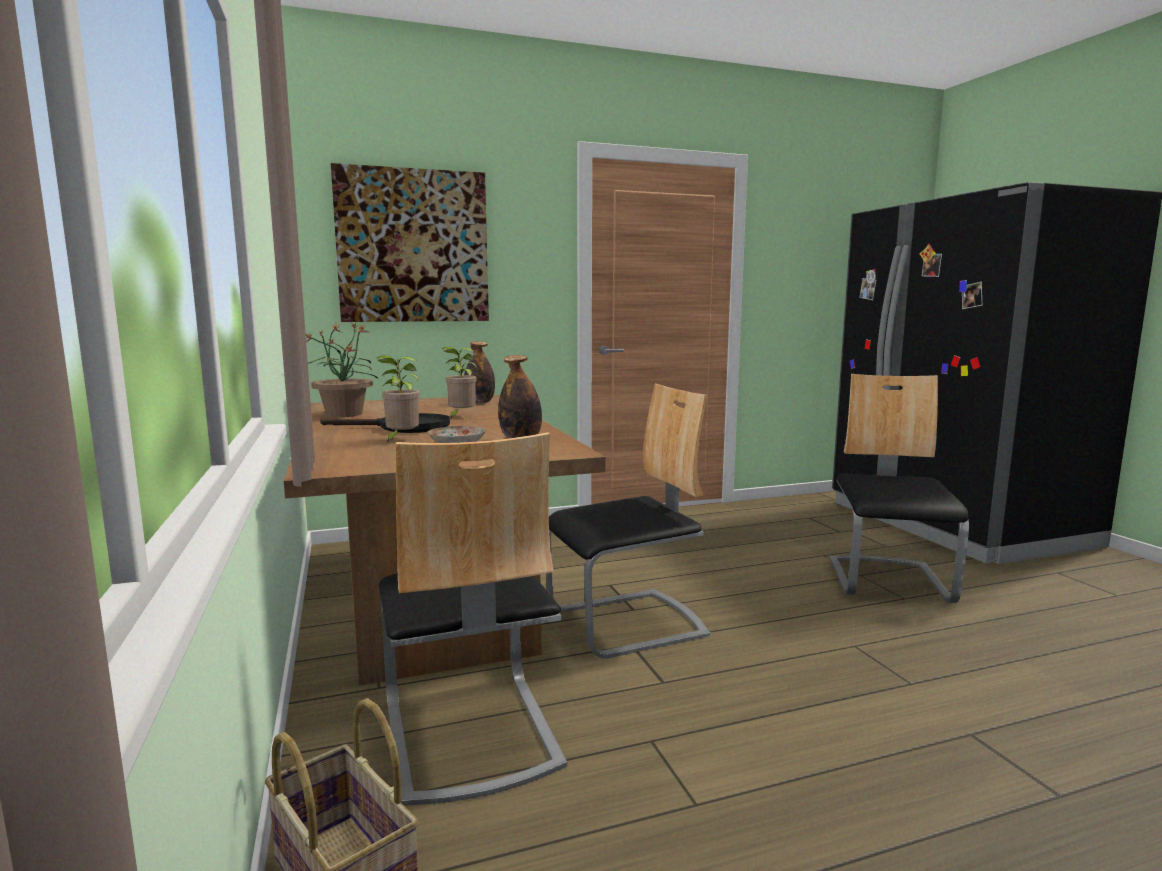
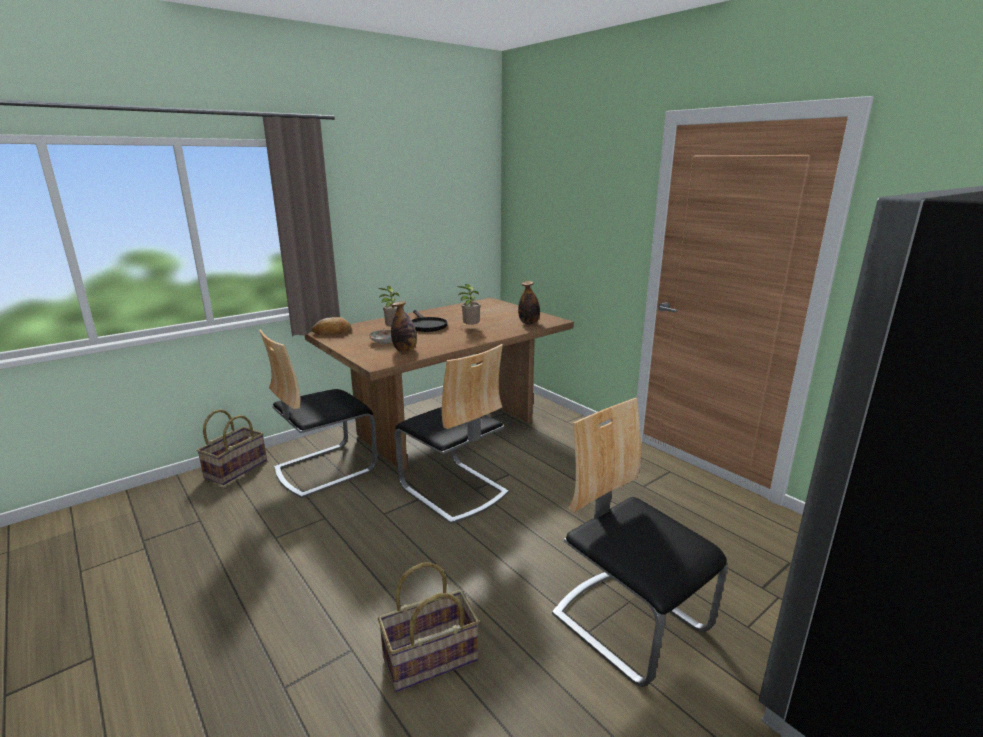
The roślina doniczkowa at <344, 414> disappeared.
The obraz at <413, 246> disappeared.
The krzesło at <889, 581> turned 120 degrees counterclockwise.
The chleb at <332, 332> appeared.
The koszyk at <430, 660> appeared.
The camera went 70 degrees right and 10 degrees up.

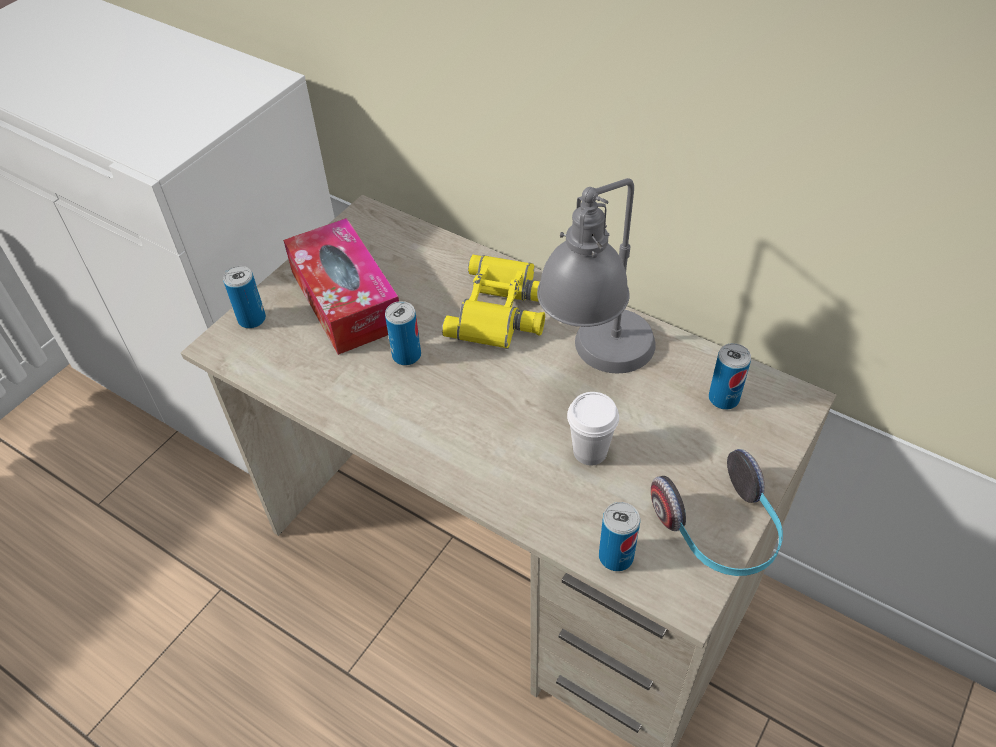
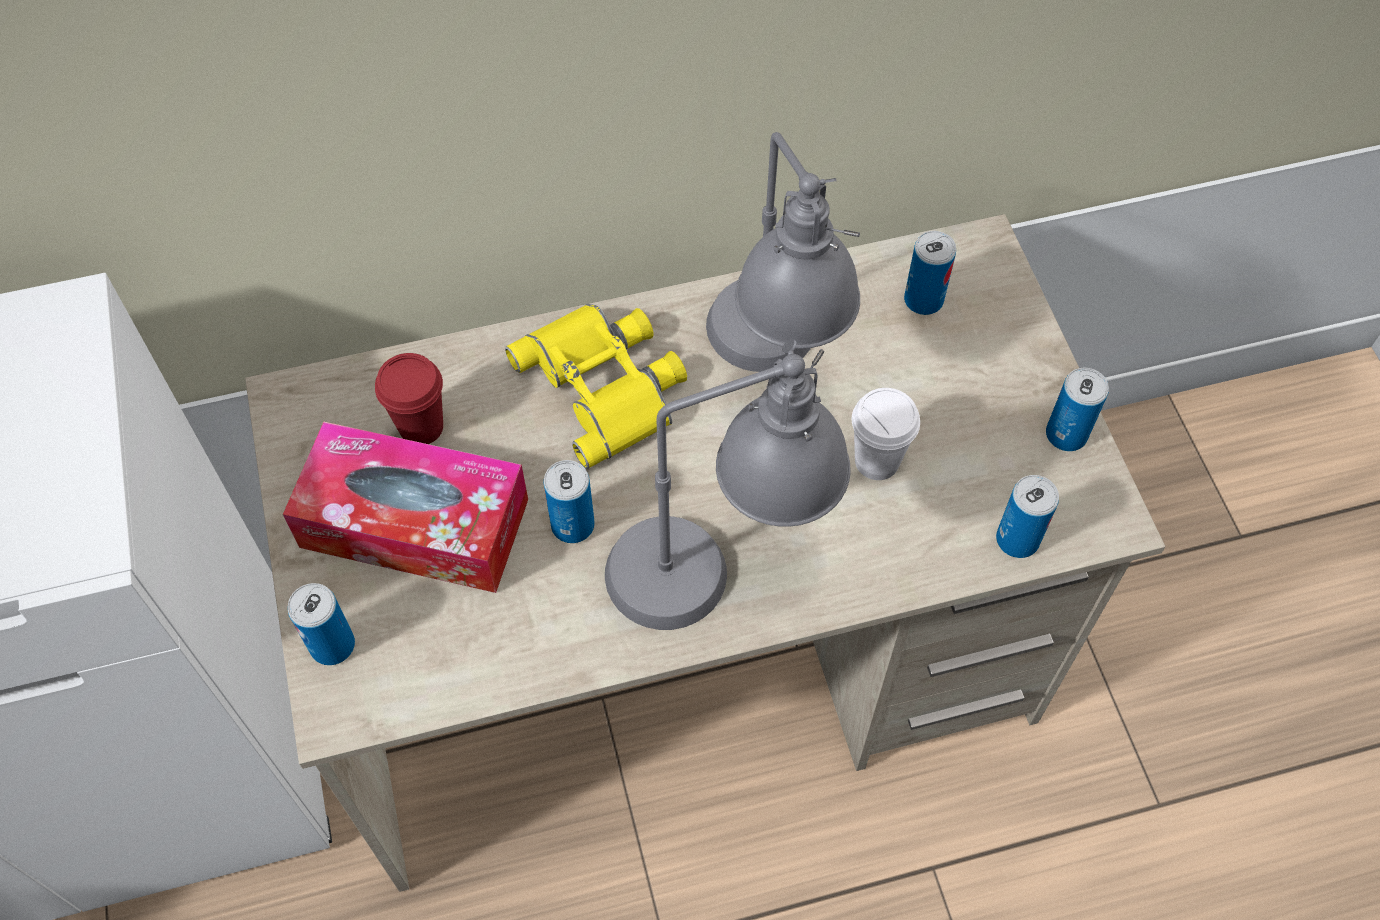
The słuchawki at <719, 531> was replaced by the puszka at <1066, 434>.
The filiżanka (czerwony) at <421, 427> appeared.
The lampa stołowa (szary) at <720, 566> appeared.
The camera went 50 degrees left and 10 degrees up.

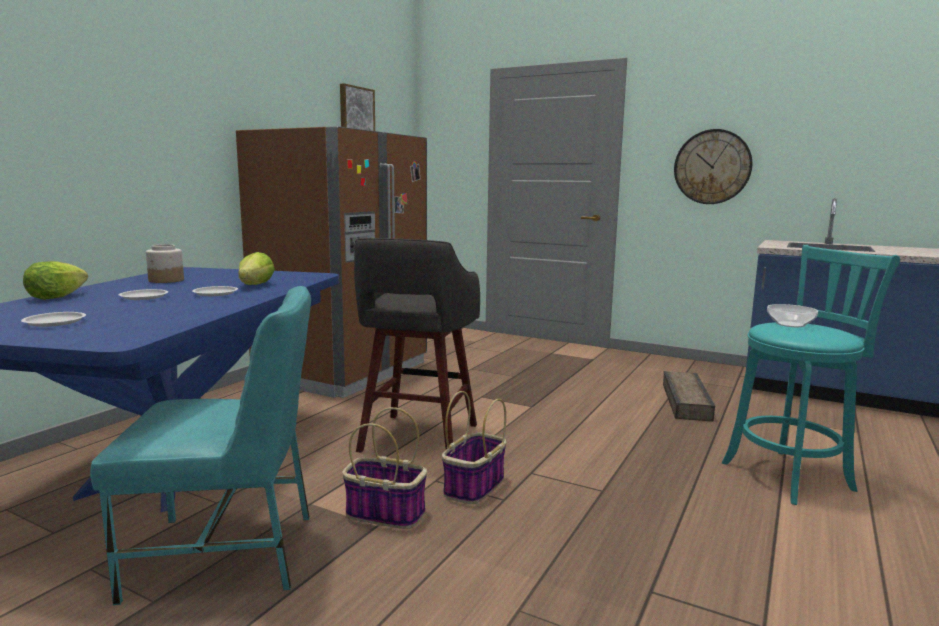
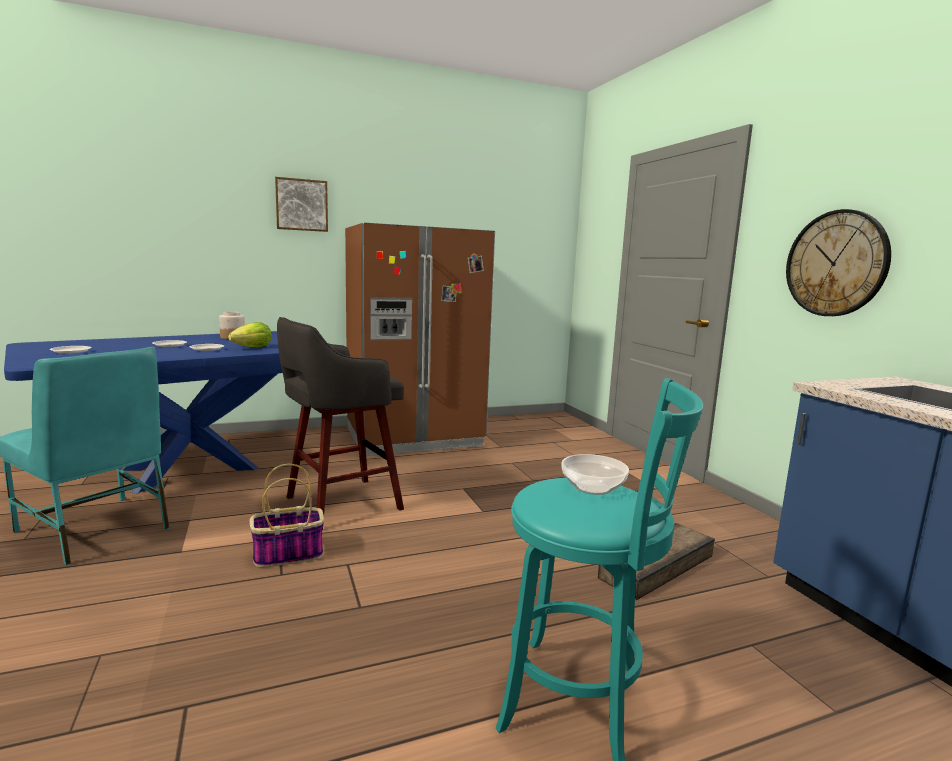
The sałata at <56, 297> disappeared.
The obraz moved from <356, 112> to <301, 205>.
The koszyk at <383, 513> disappeared.
The camera went 40 degrees right and 0 degrees up.

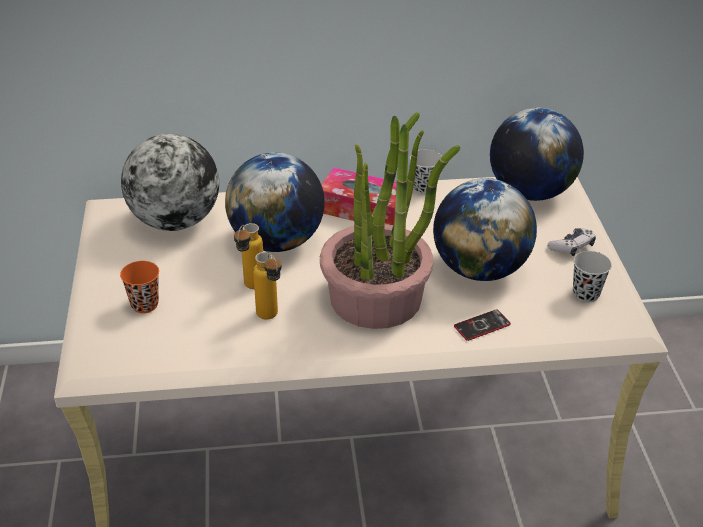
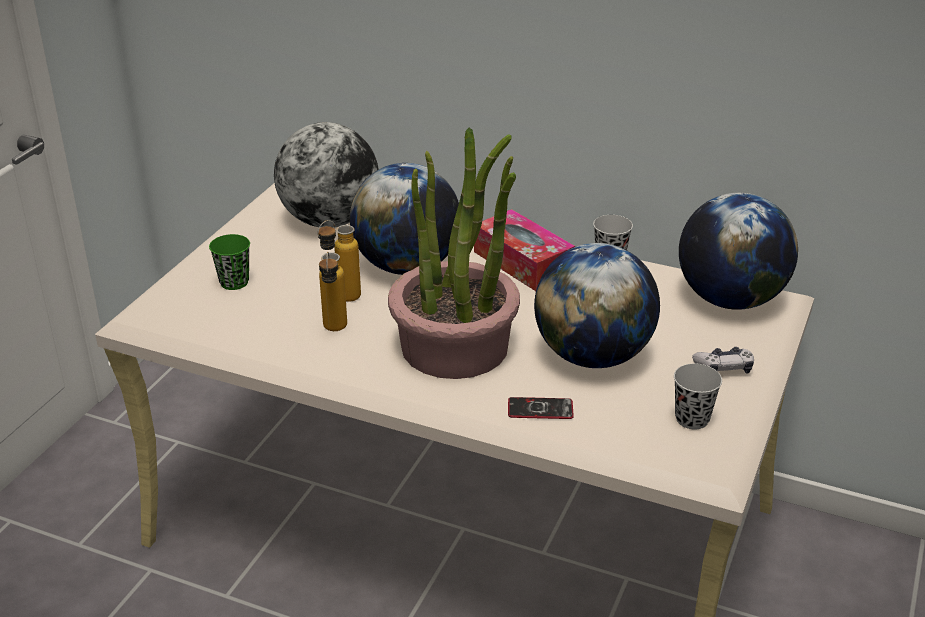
The filiżanka (pomarańczowy) at <145, 304> became the filiżanka (zielony) at <234, 282>.
The camera went 30 degrees right and 5 degrees down.

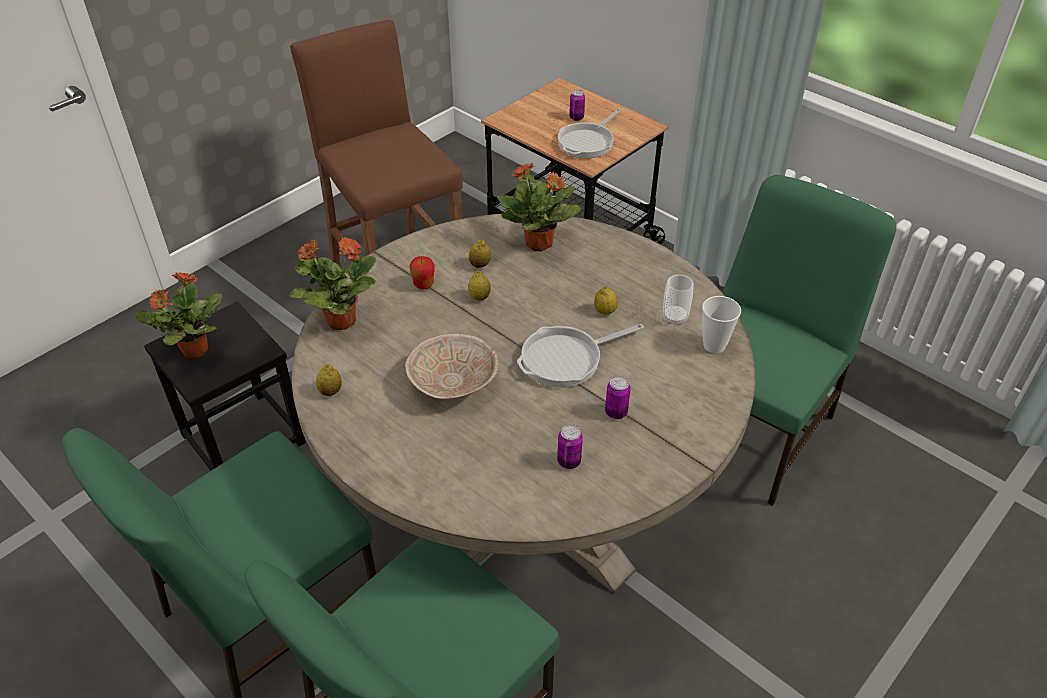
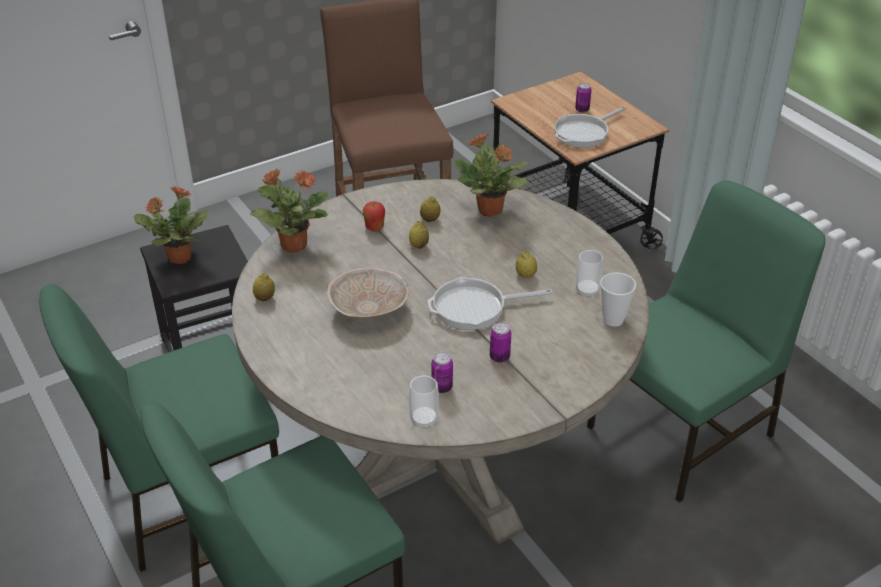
The filiżanka at <424, 420> appeared.
The camera went 15 degrees right and 5 degrees down.

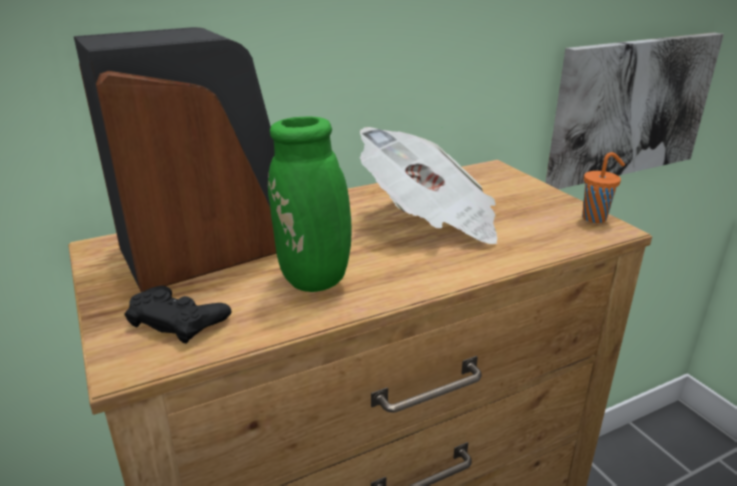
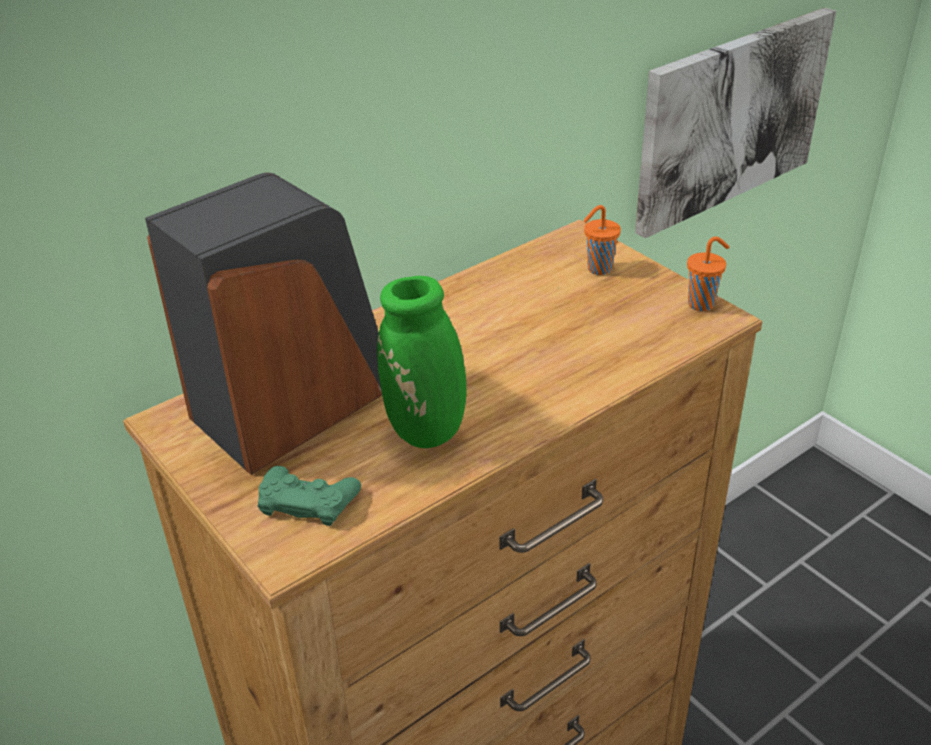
The pad do gier (czarny) at <178, 320> became the pad do gier (zielony) at <307, 501>.
The gazeta at <431, 220> disappeared.
The filiżanka (pomarańczowy) at <598, 269> appeared.
The camera went 10 degrees left and 10 degrees up.

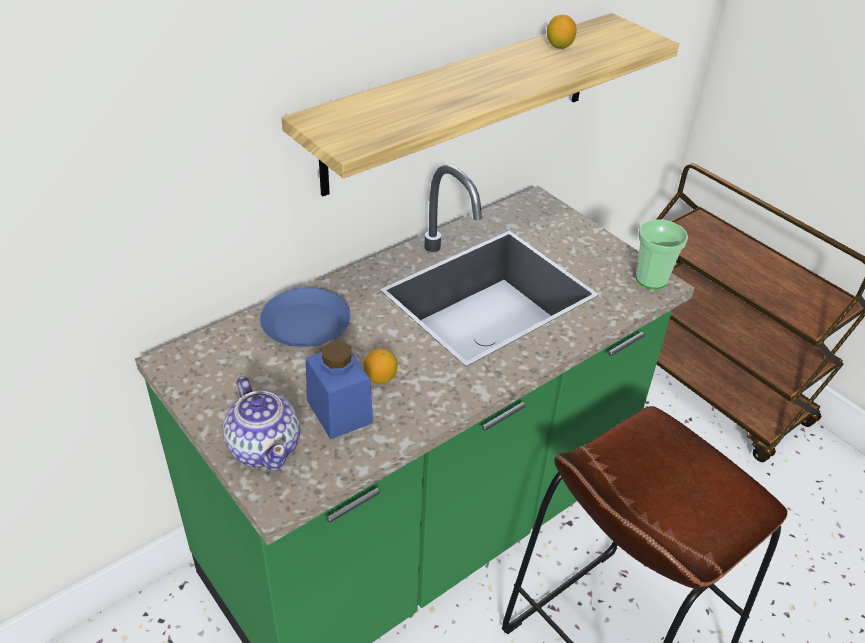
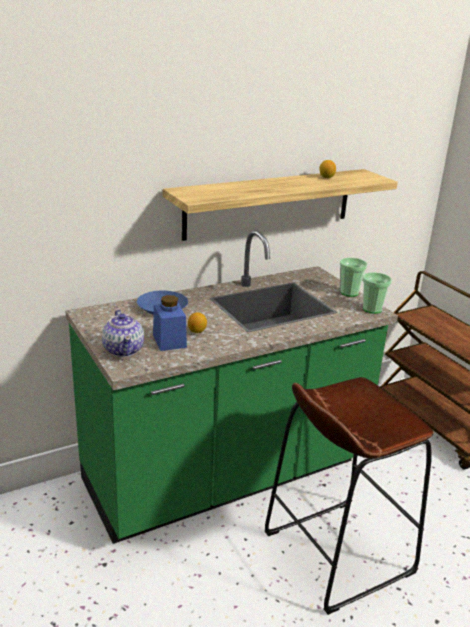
The filiżanka at <349, 292> appeared.
The camera went 10 degrees right and 15 degrees down.

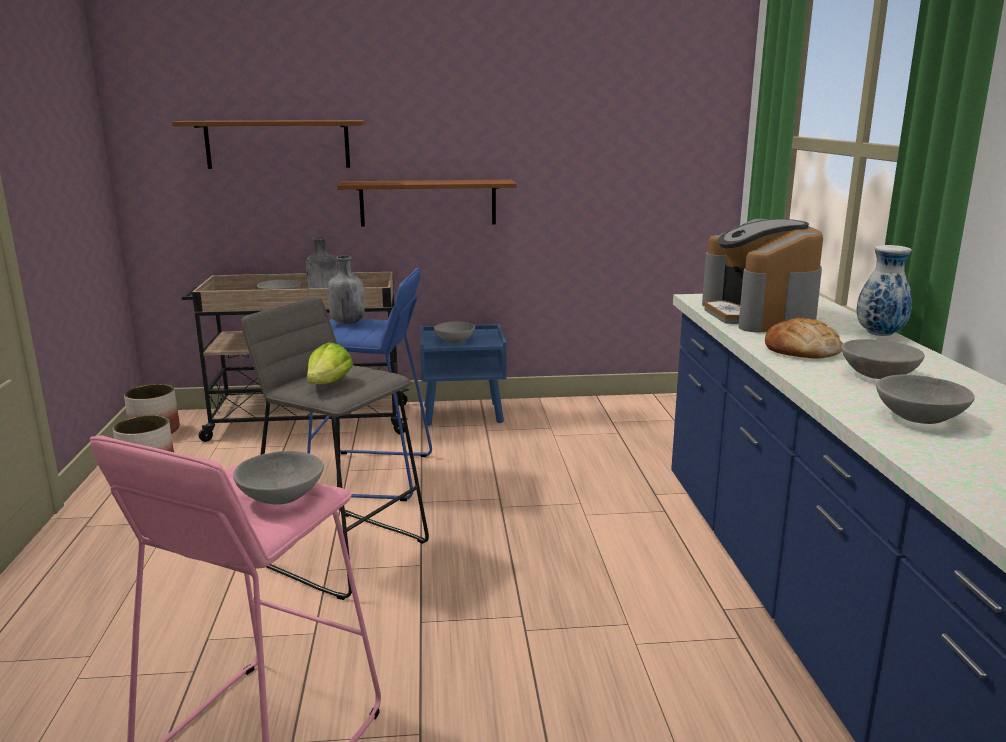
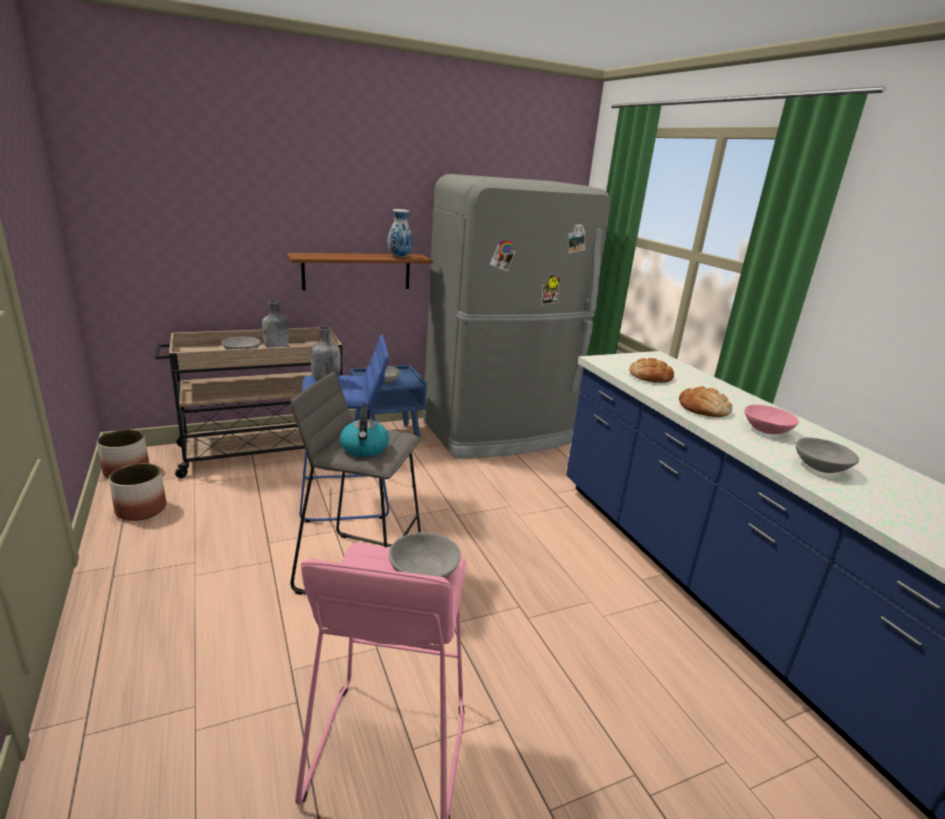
The półka (brązowy) at <277, 144> disappeared.
The sałata at <329, 384> was replaced by the czajnik at <364, 449>.
The ekspres do kawy at <758, 315> was replaced by the chleb at <650, 376>.
The miska (szary) at <878, 375> became the miska (różowy) at <766, 430>.
The wazon moved from <879, 334> to <399, 256>.
The lodówka (szary) at <499, 432> appeared.
The camera went 20 degrees left and 5 degrees up.

